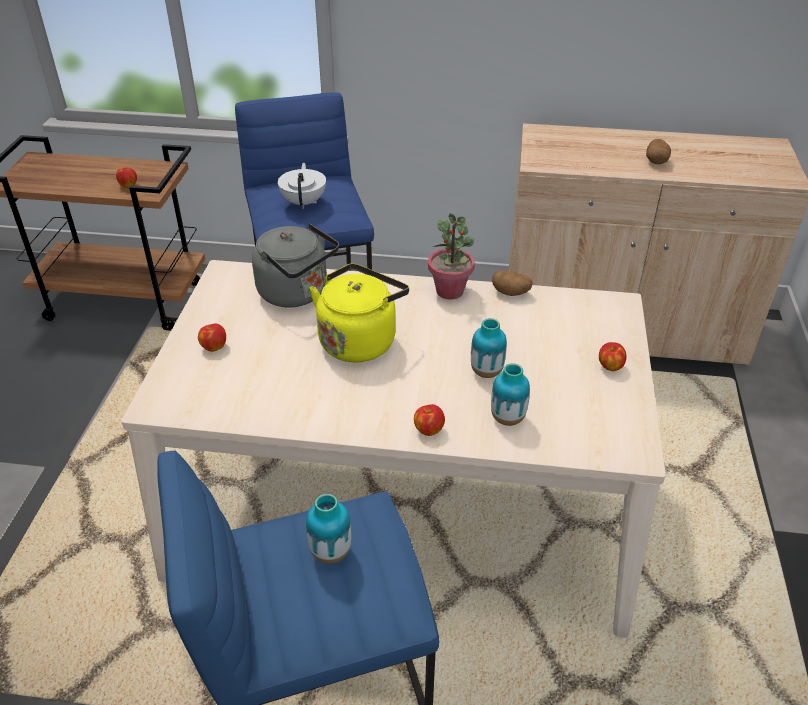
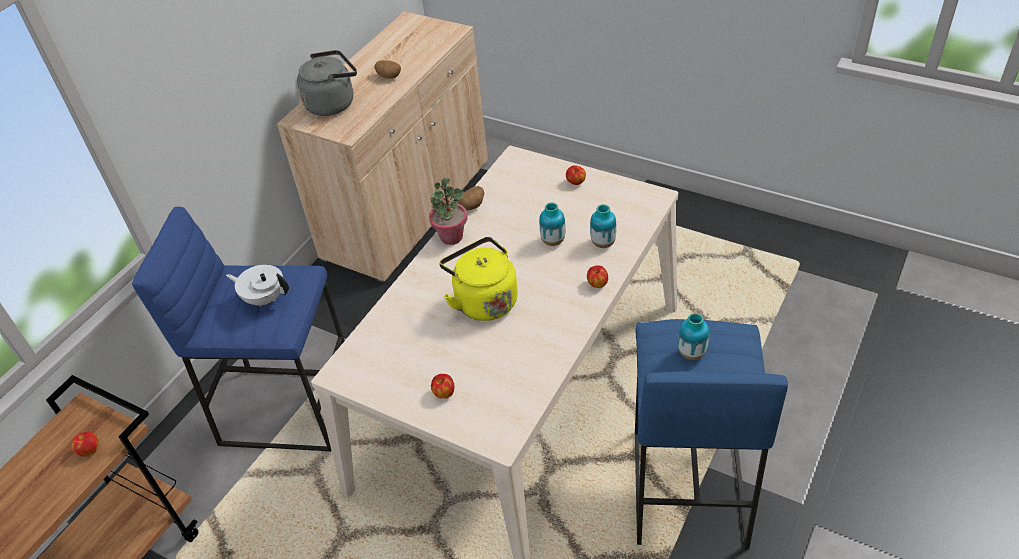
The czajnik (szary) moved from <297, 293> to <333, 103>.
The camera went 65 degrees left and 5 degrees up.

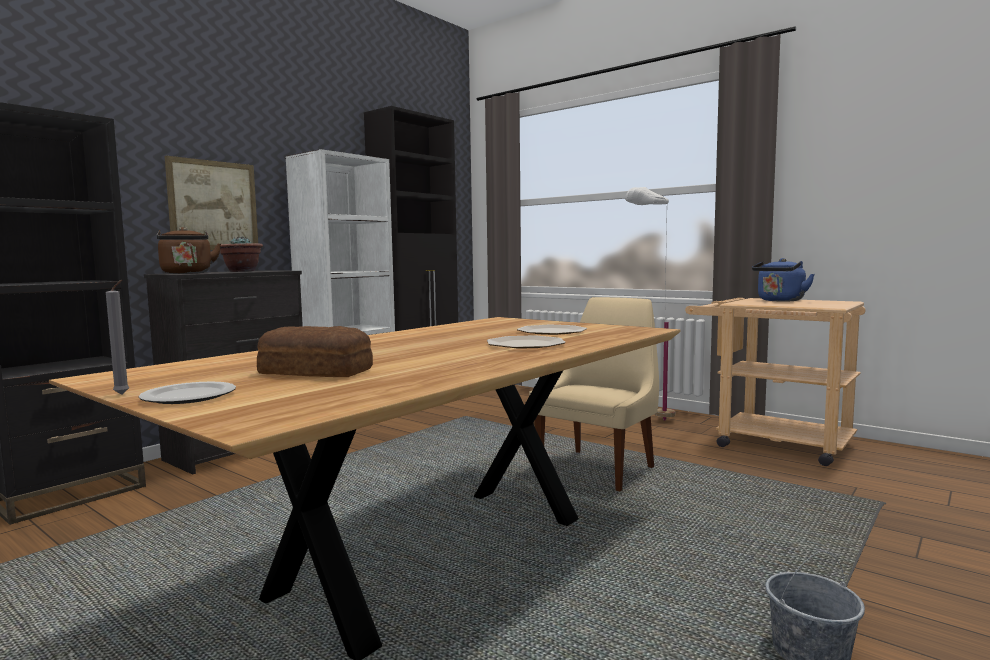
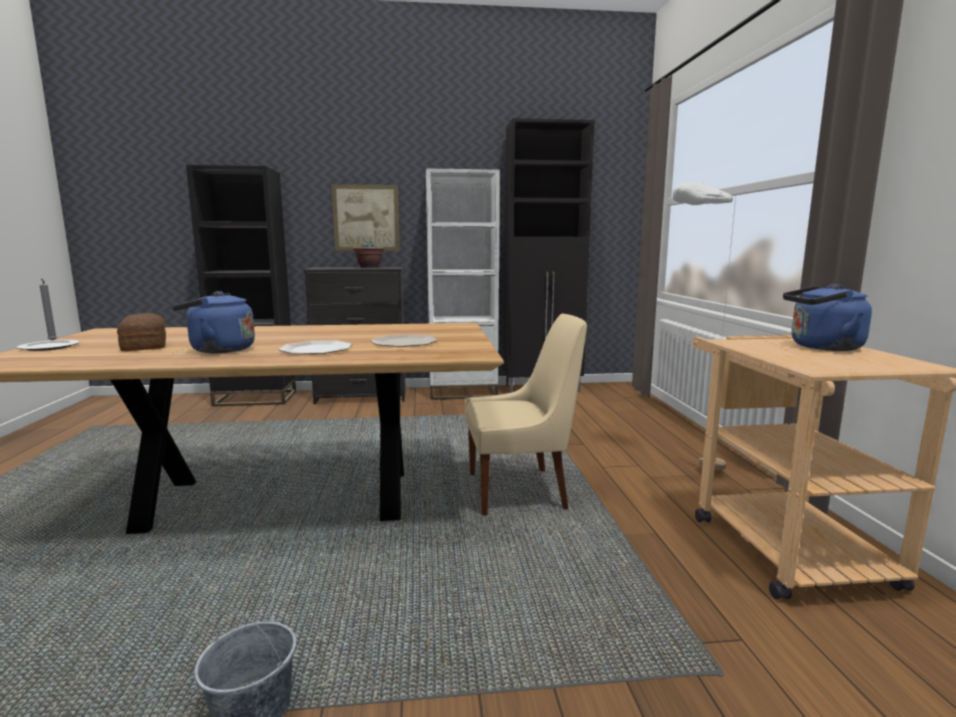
The czajnik (brązowy) at <187, 273> disappeared.
The czajnik (niebieski) at <218, 350> appeared.
The camera went 45 degrees right and 5 degrees up.

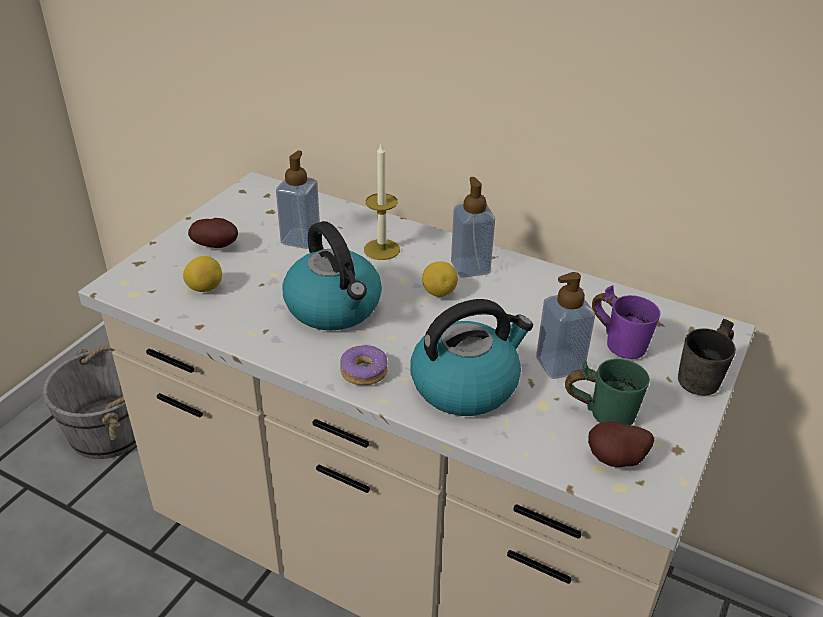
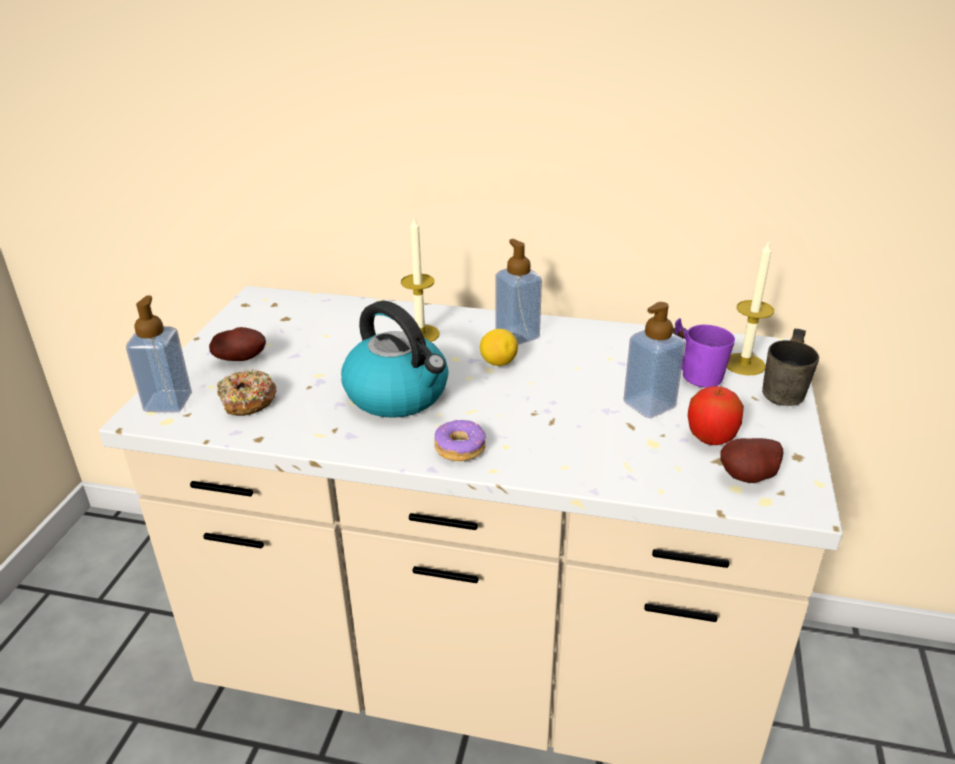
The wiadro (szary) at <111, 430> disappeared.
The cytryna at <205, 288> was replaced by the donut at <247, 401>.
The dozownik mydła moved from <300, 239> to <168, 402>.
The czajnik at <466, 384> disappeared.
The kubek (zielony) at <602, 411> was replaced by the jabłko at <711, 437>.
The świeca at <744, 364> appeared.
The camera went 15 degrees left and 5 degrees down.

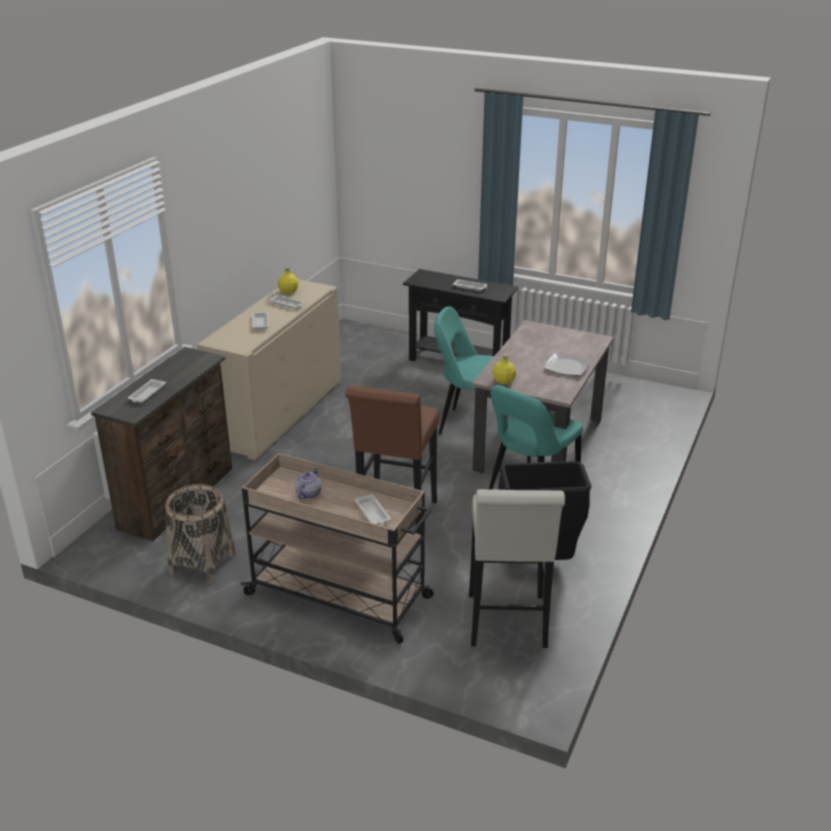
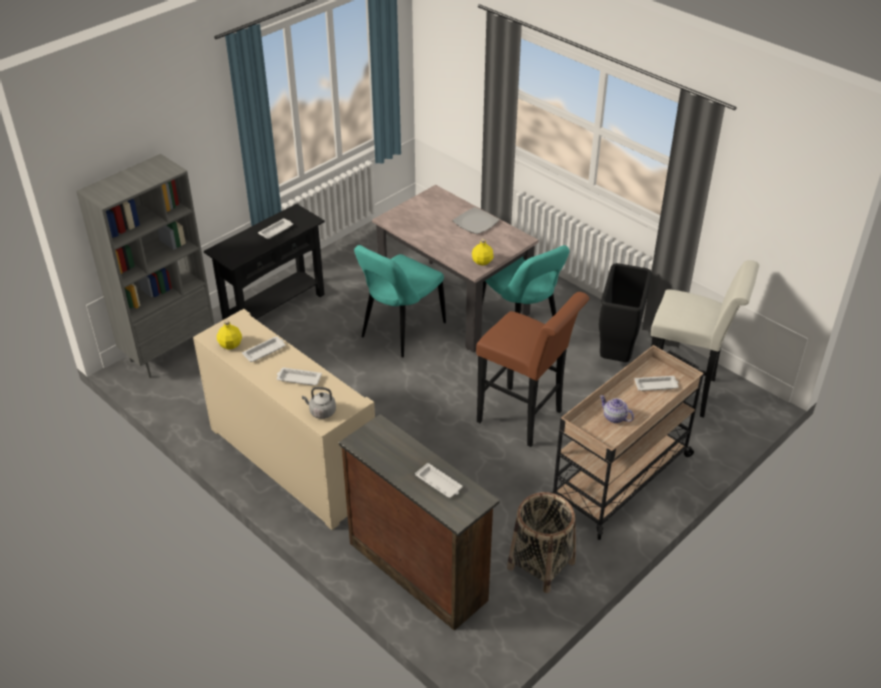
The regał (szary) at <169, 351> appeared.
The czajnik (szary) at <321, 412> appeared.
The camera went 70 degrees left and 10 degrees up.

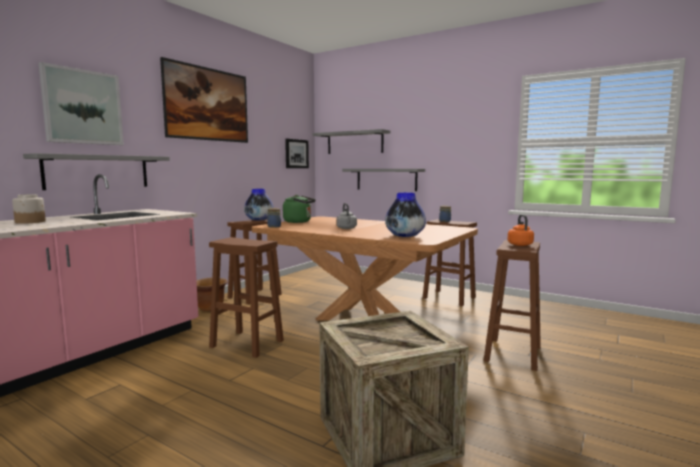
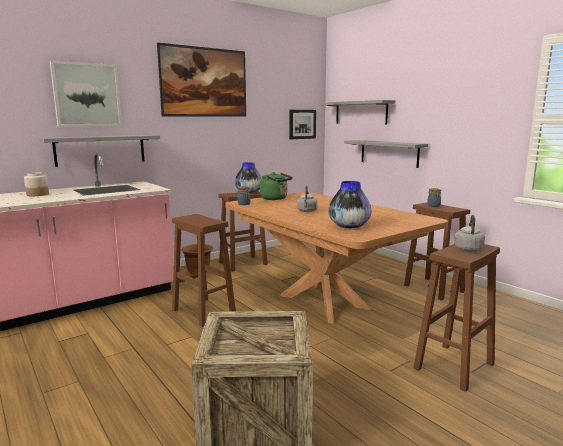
The czajnik (pomarańczowy) at <519, 244> became the czajnik (szary) at <468, 248>.
The camera went 20 degrees right and 5 degrees up.

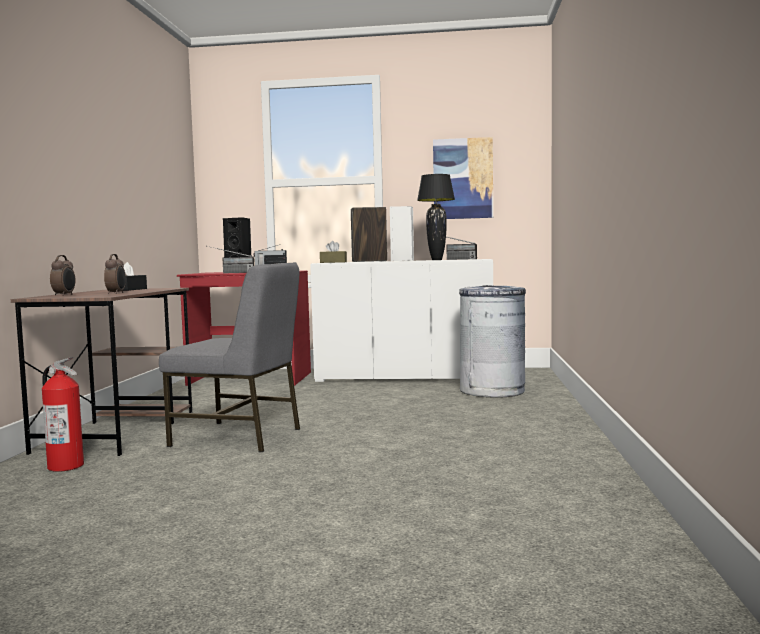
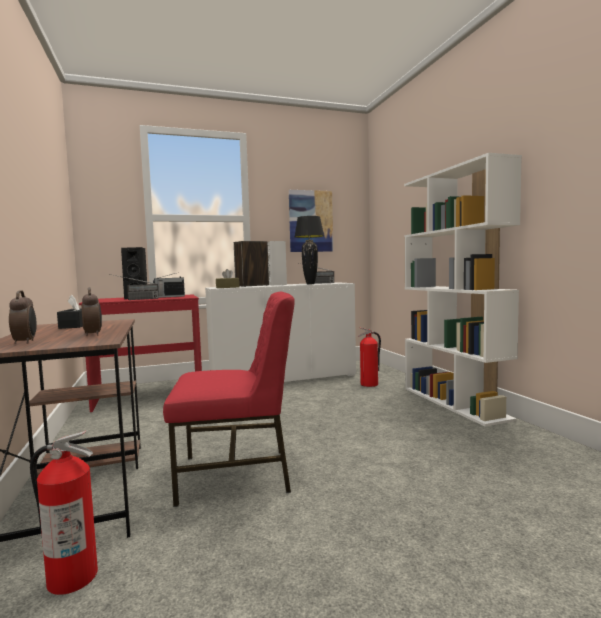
The krzesło (szary) at <239, 437> became the krzesło (czerwony) at <237, 474>.
The kosz na śmieci (szary) at <492, 391> was replaced by the gaśnica at <369, 384>.
The regał (biały) at <455, 403> appeared.
The camera went 25 degrees left and 0 degrees up.

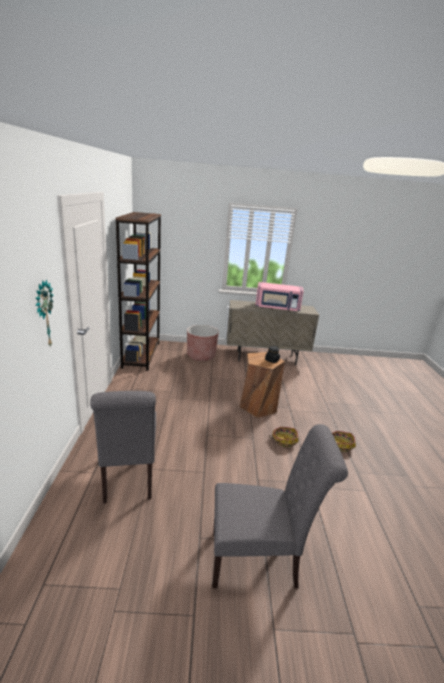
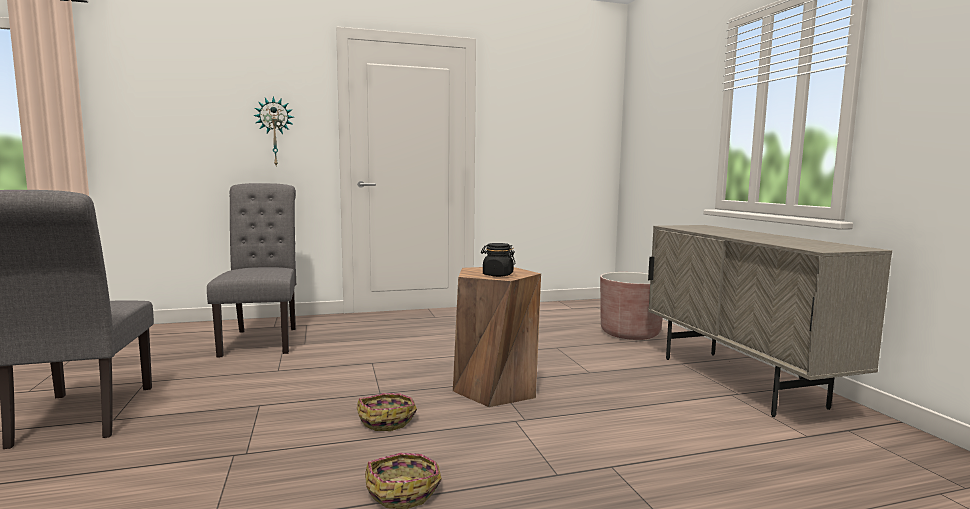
The krzesło (szary) at <128, 479> turned 105 degrees clockwise.
The regał (brązowy) at <141, 355> disappeared.
The mikrofalówka (różowy) at <277, 308> disappeared.
The camera went 75 degrees right and 15 degrees down.

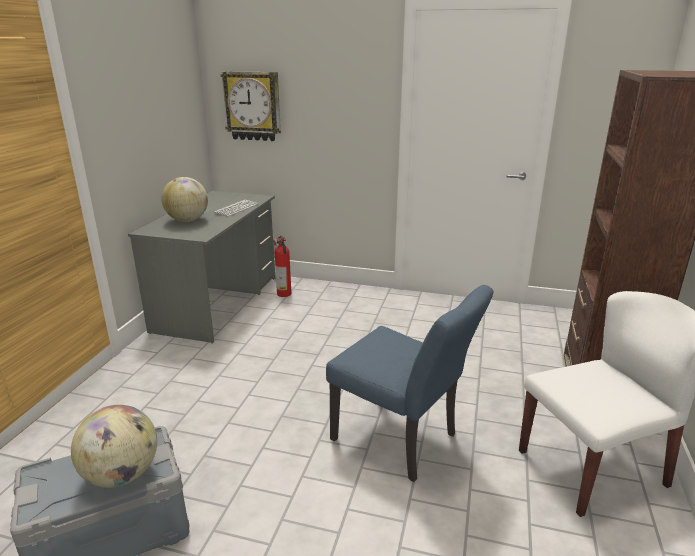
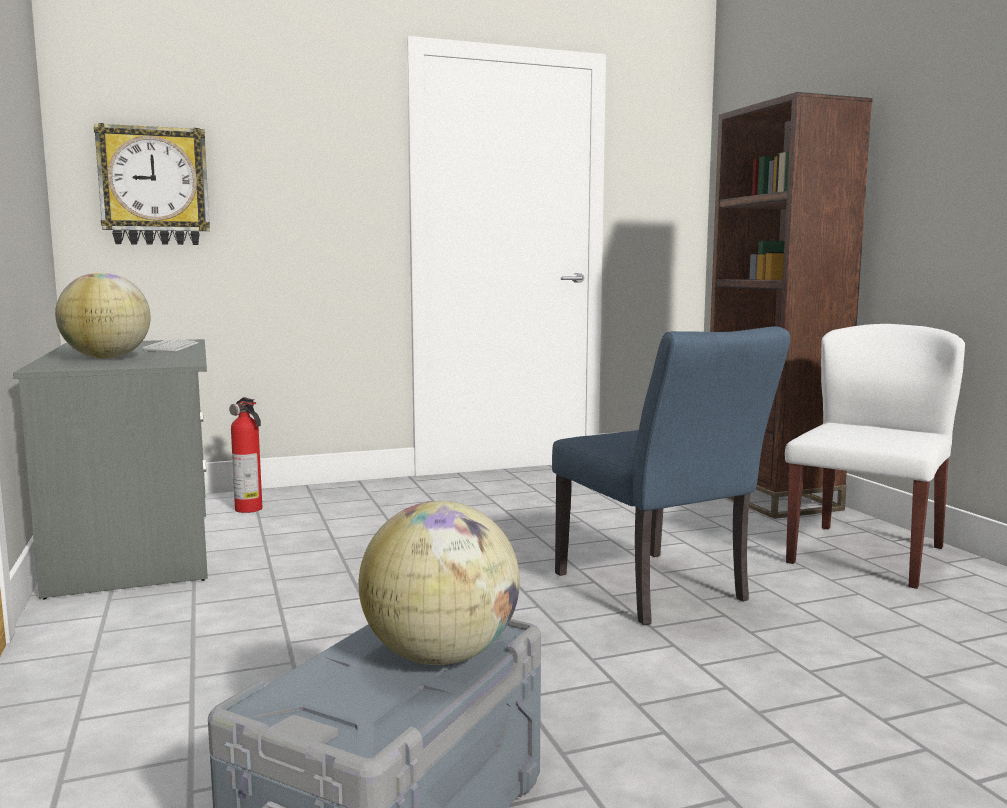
The krzesło (niebieski) at <402, 441> turned 60 degrees clockwise.
The camera went 35 degrees left and 15 degrees down.

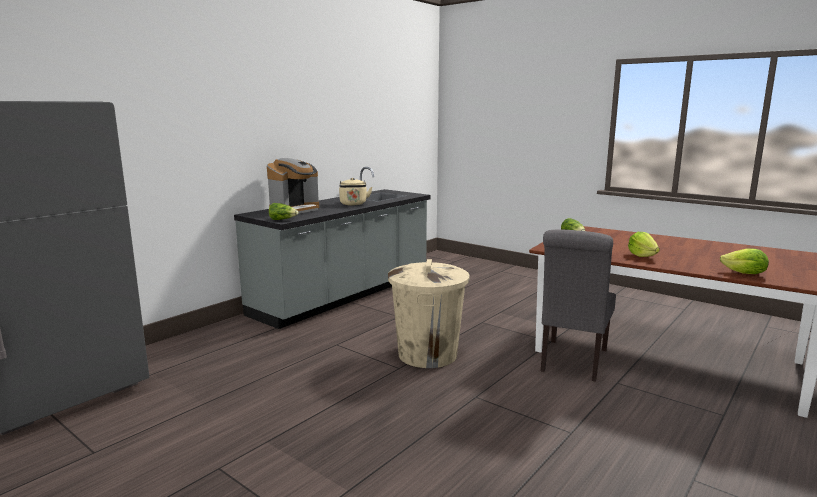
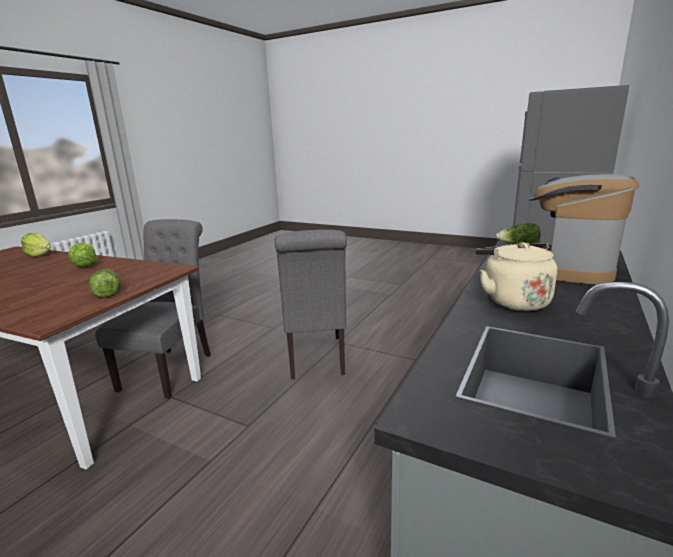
The kosz na śmieci (beżowy) at <428, 354> was replaced by the krzesło (szary) at <316, 359>.
The camera went 170 degrees right and 5 degrees up.

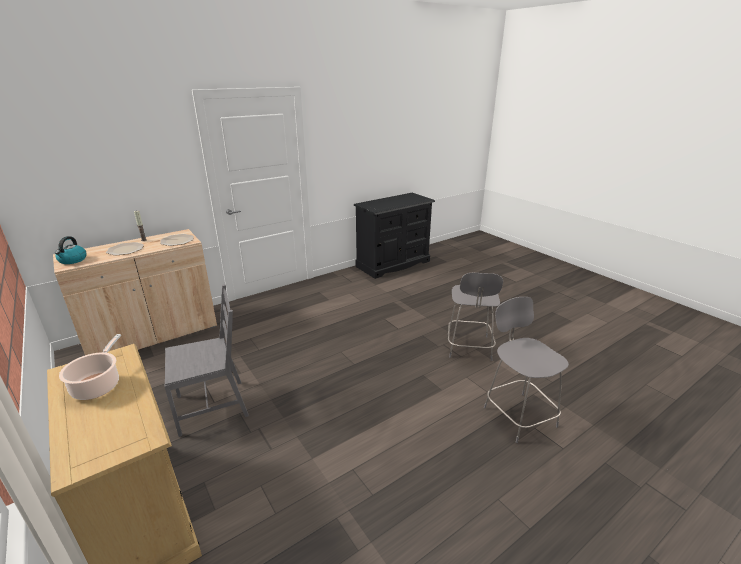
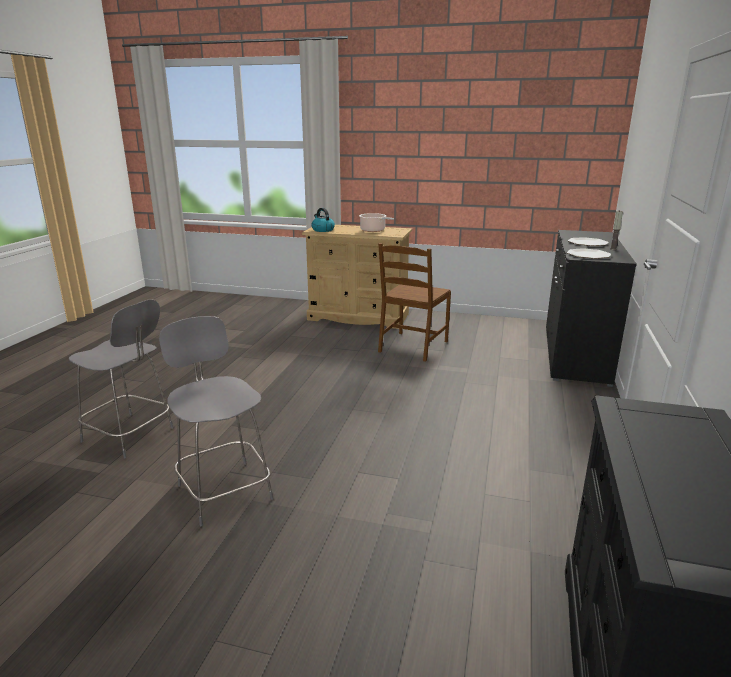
The szafka (beżowy) at <153, 335> became the szafka (czarny) at <575, 354>.
The czajnik moved from <72, 260> to <322, 230>.
The krzesło (szary) at <213, 406> became the krzesło (brązowy) at <412, 346>.
The camera went 140 degrees right and 5 degrees down.

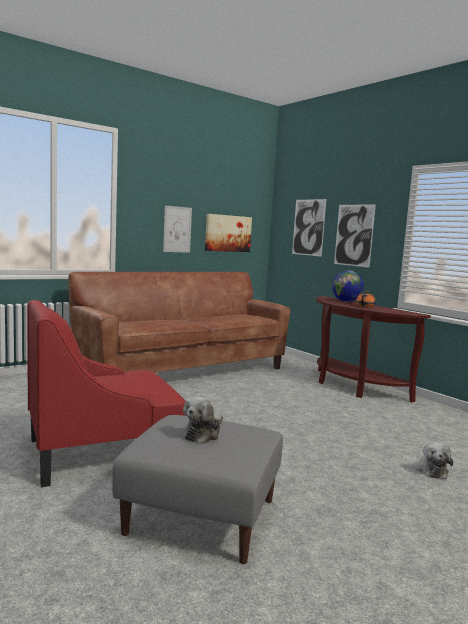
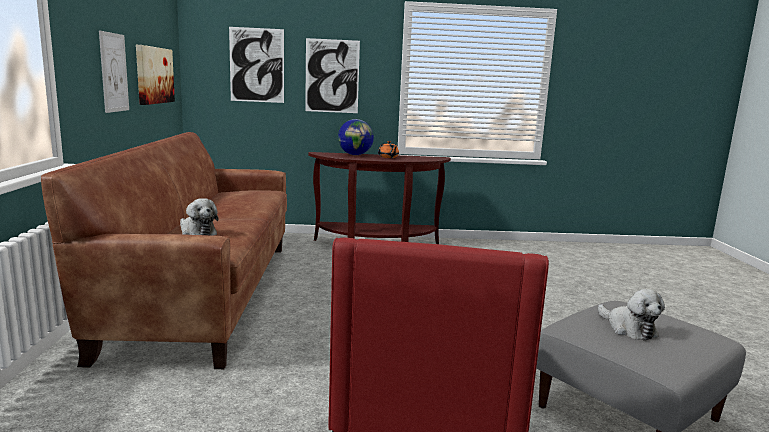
The pluszak moved from <431, 470> to <197, 233>.
The camera went 55 degrees left and 5 degrees up.

